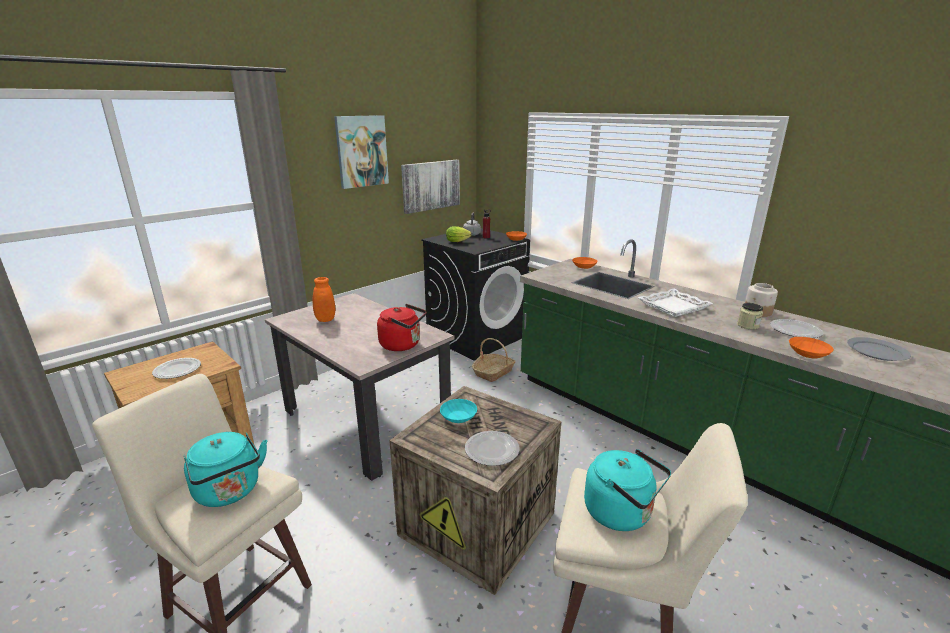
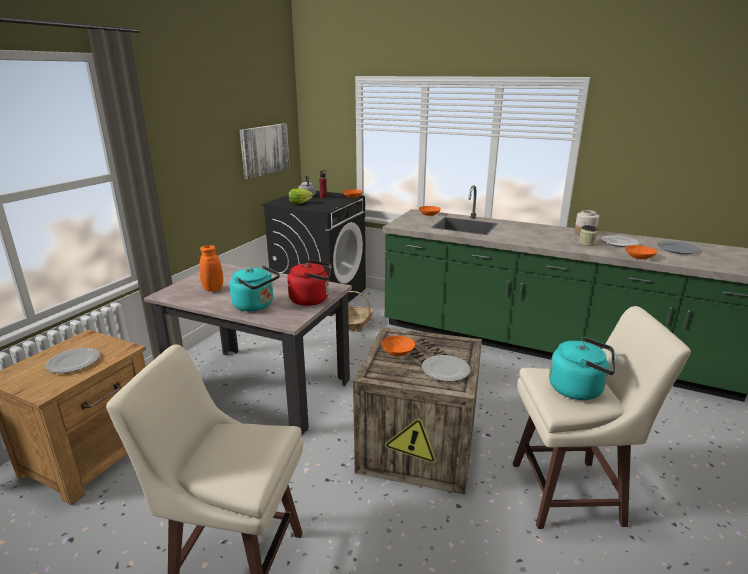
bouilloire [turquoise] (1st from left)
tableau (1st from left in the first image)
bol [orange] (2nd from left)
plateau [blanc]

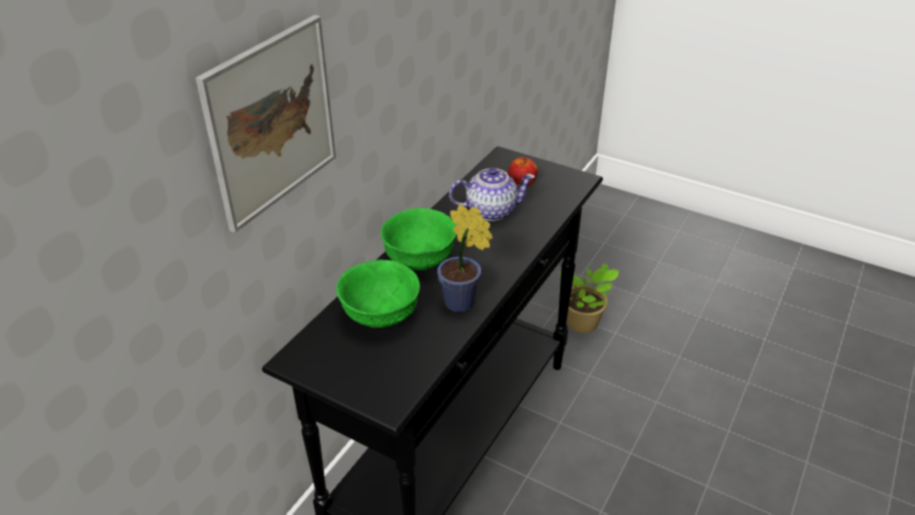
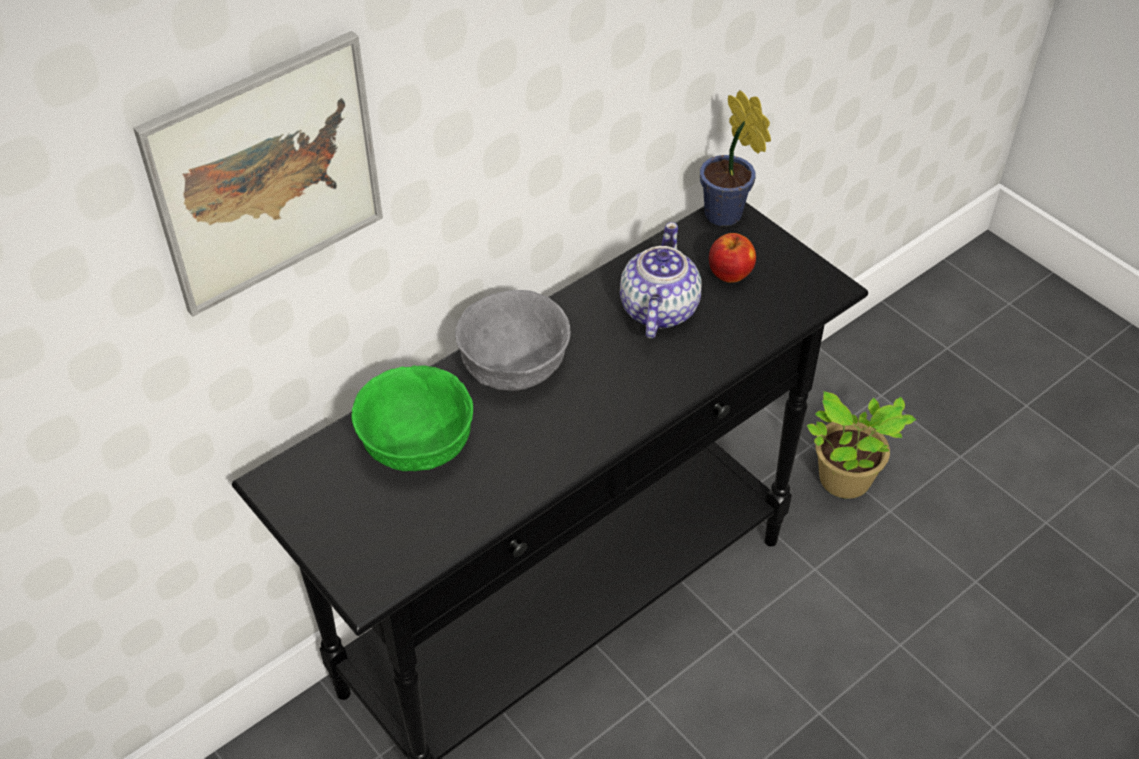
bol [gris]
plante en pot (1st from left)
théière

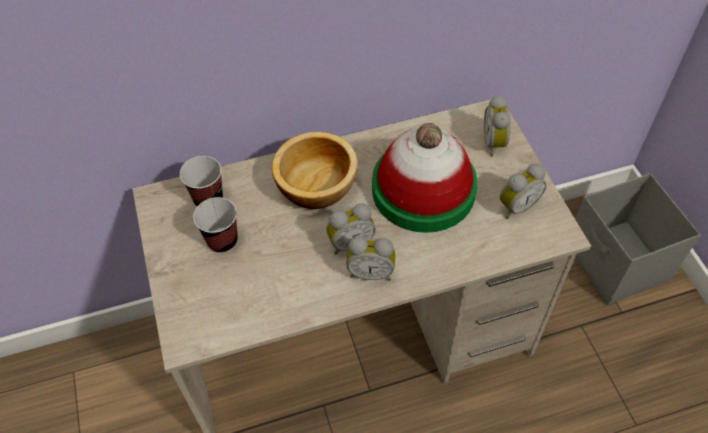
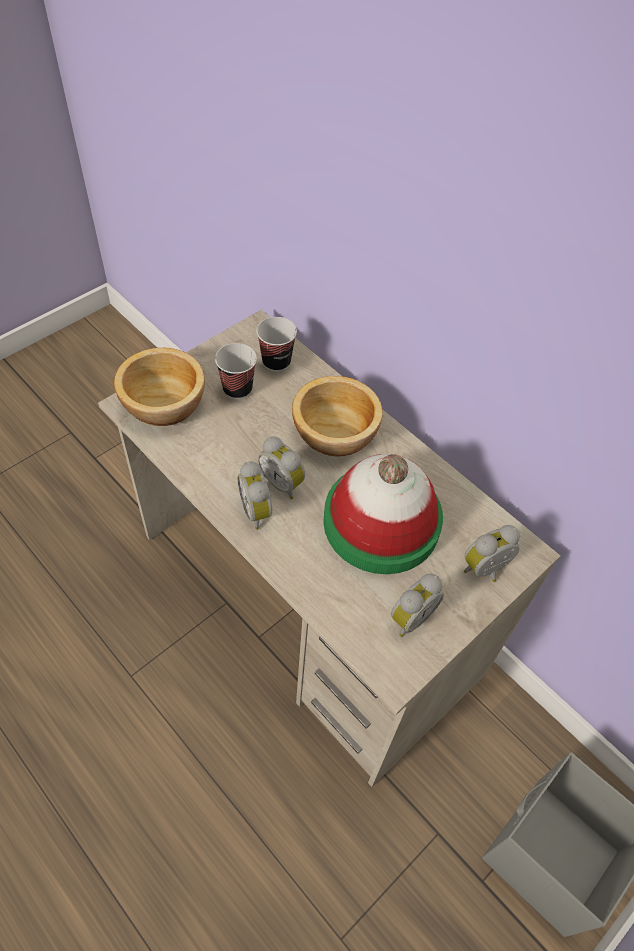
réveil (3rd from left)
bol (1st from left)

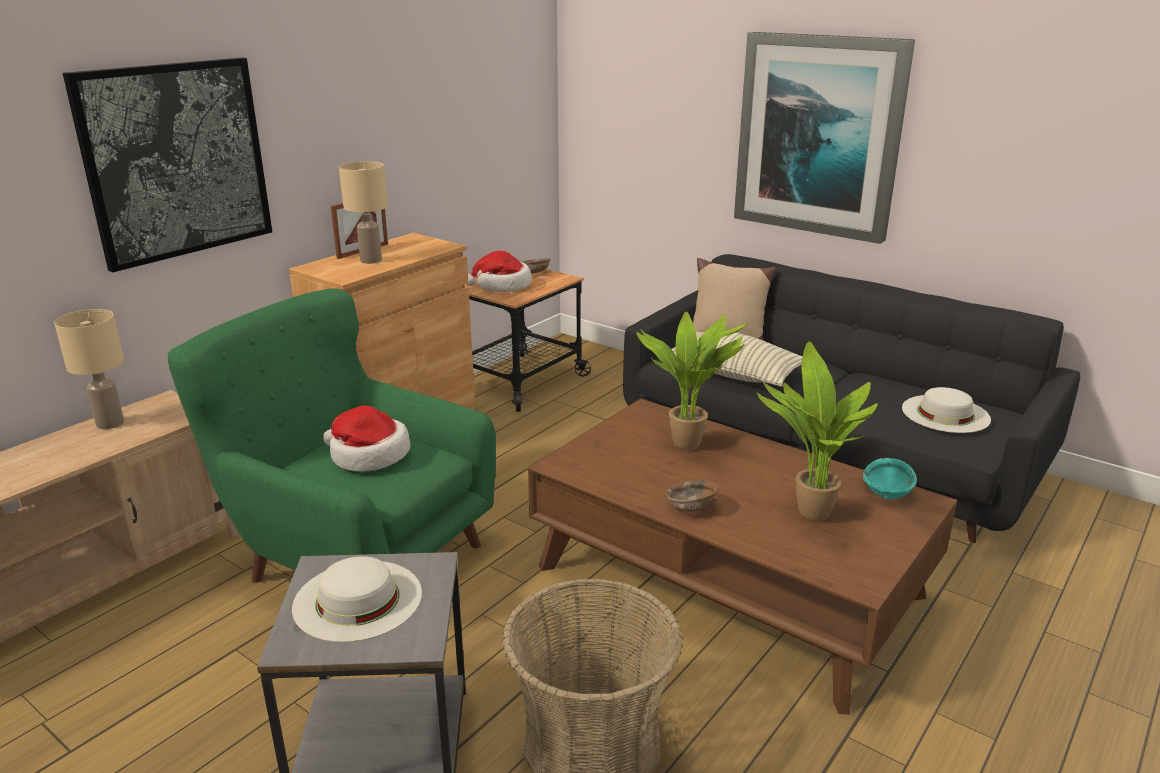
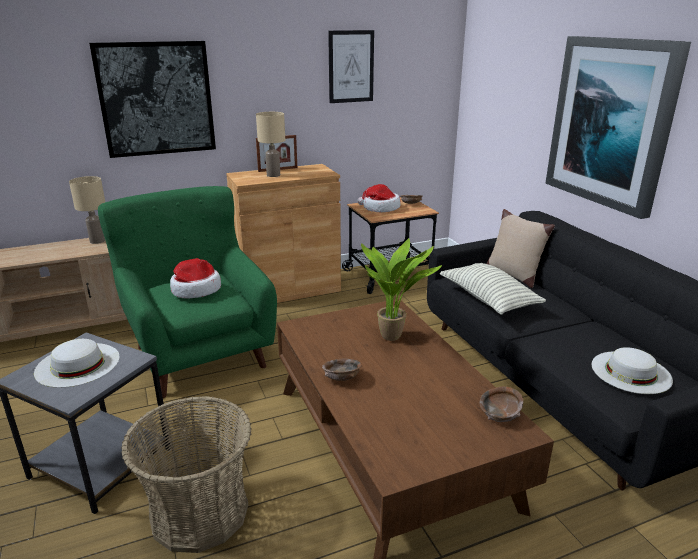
plante en pot (2nd from left in the first image)
bol [marron] (3rd from left)
tableau (2nd from left)

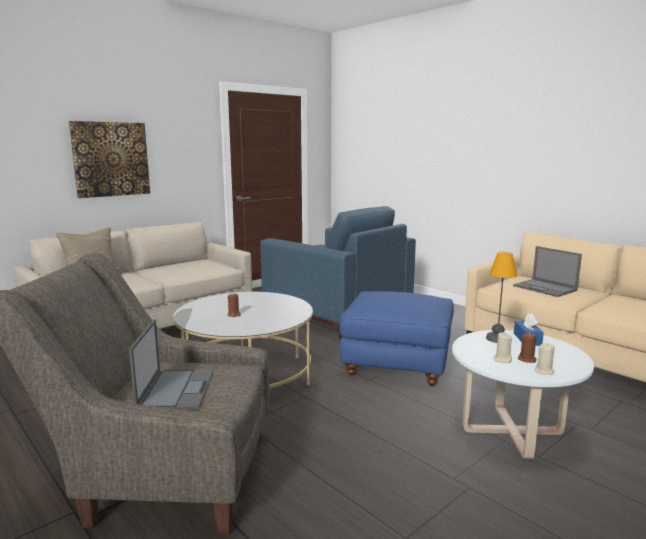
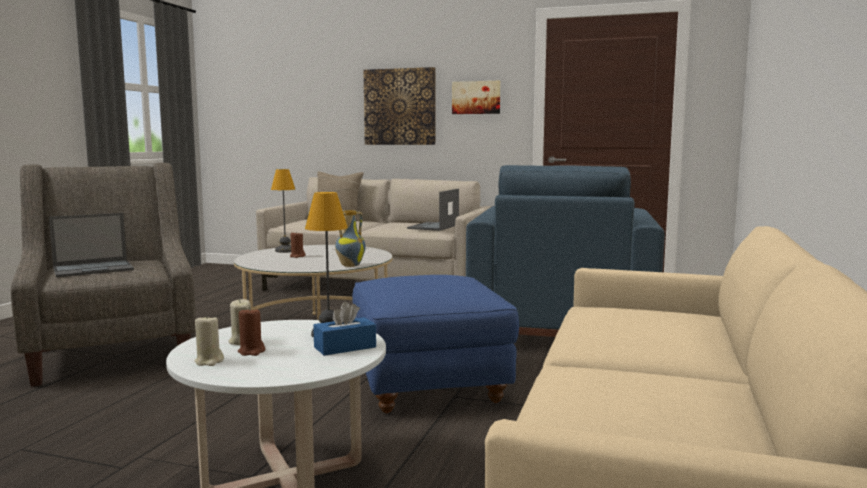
ordinateur portable (2nd from left)
lampe de table (1st from left)
vase
tableau (2nd from left)

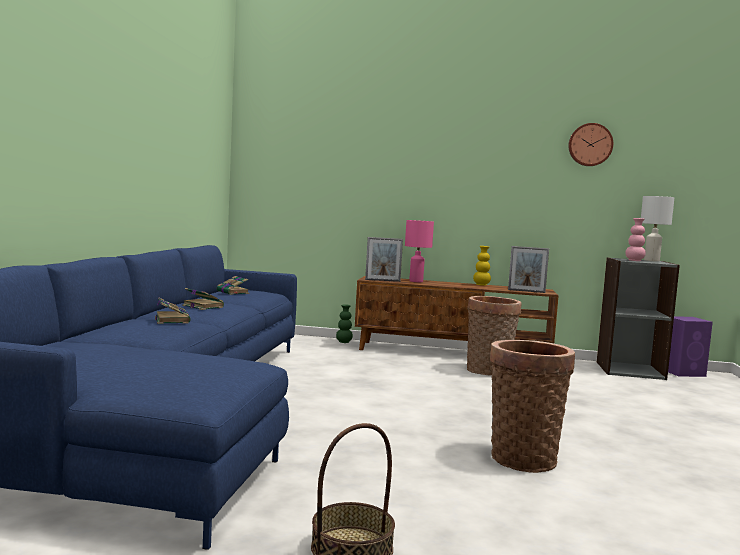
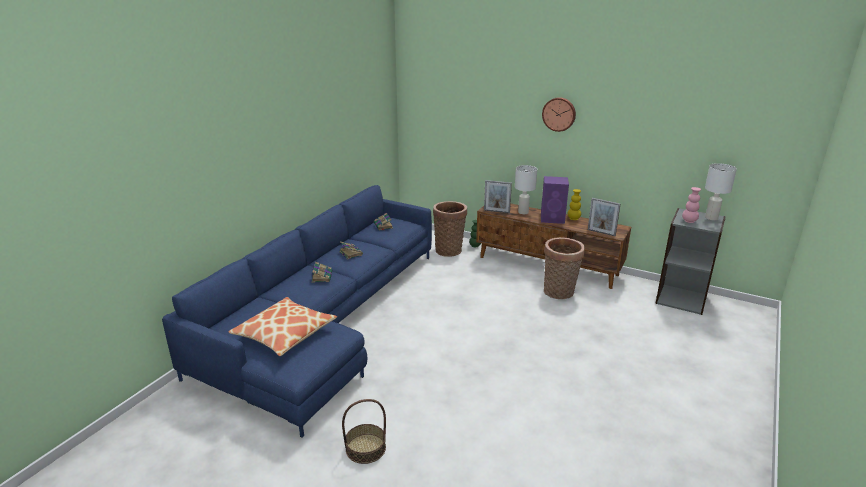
lampe de table [blanc] (1st from left)
panier (2nd from left)
horloge murale
enceinte [violet]
coussin

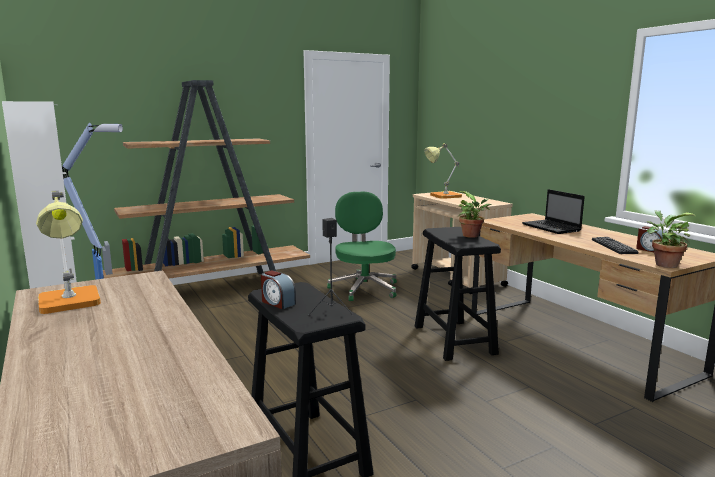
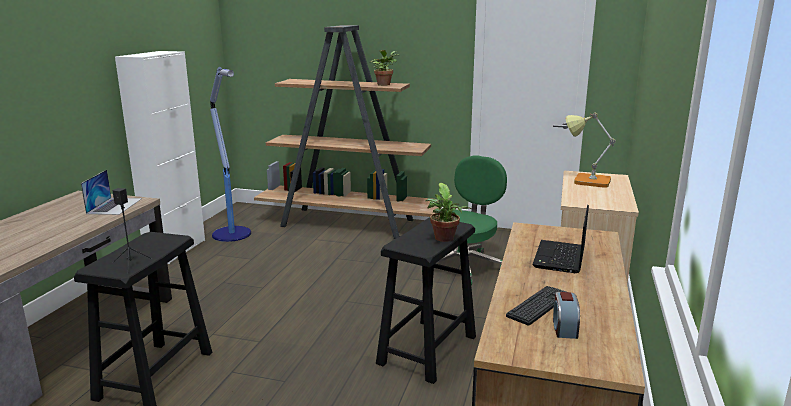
lampe de table (1st from left in the first image)
réveil (1st from left in the first image)
plante en pot (1st from left)
ordinateur portable (1st from left)

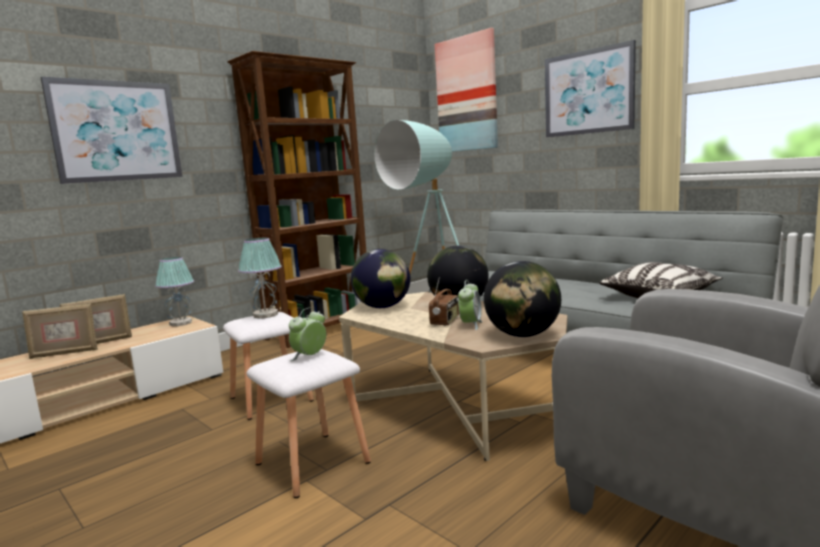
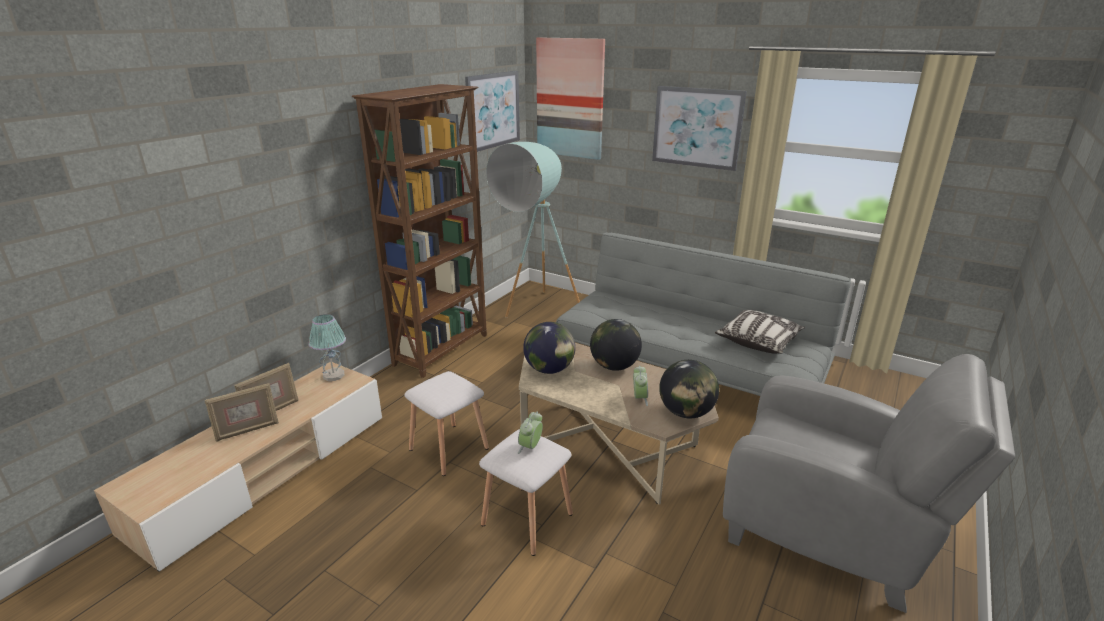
tableau (1st from left)
lampe de table (2nd from left in the first image)
radio

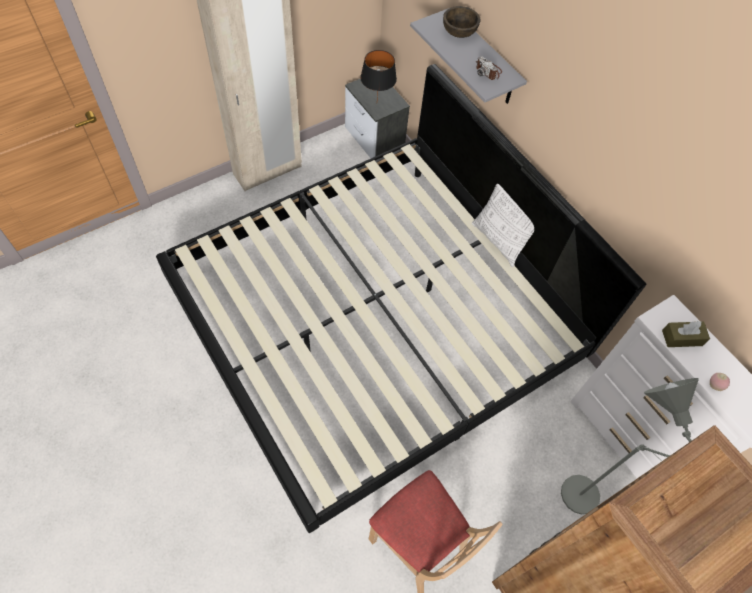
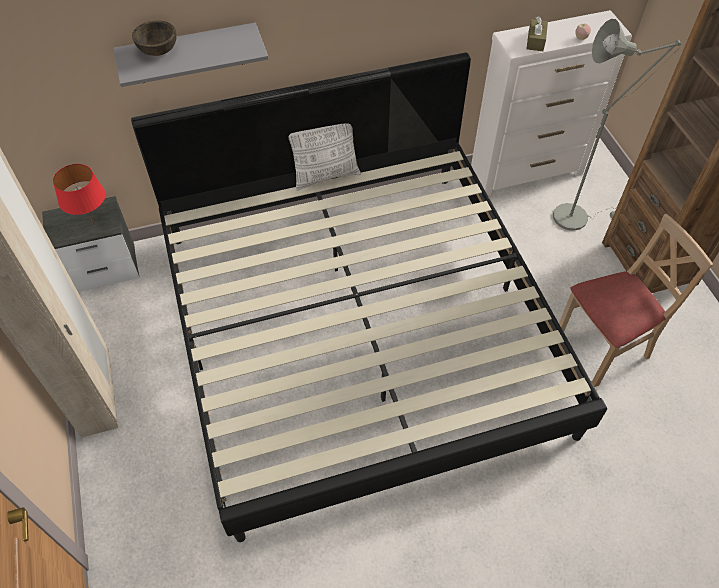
lampe de table [rouge]
appareil photo

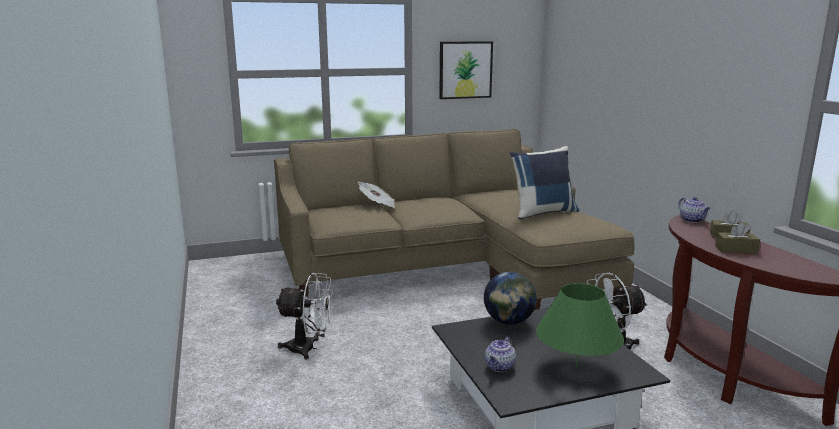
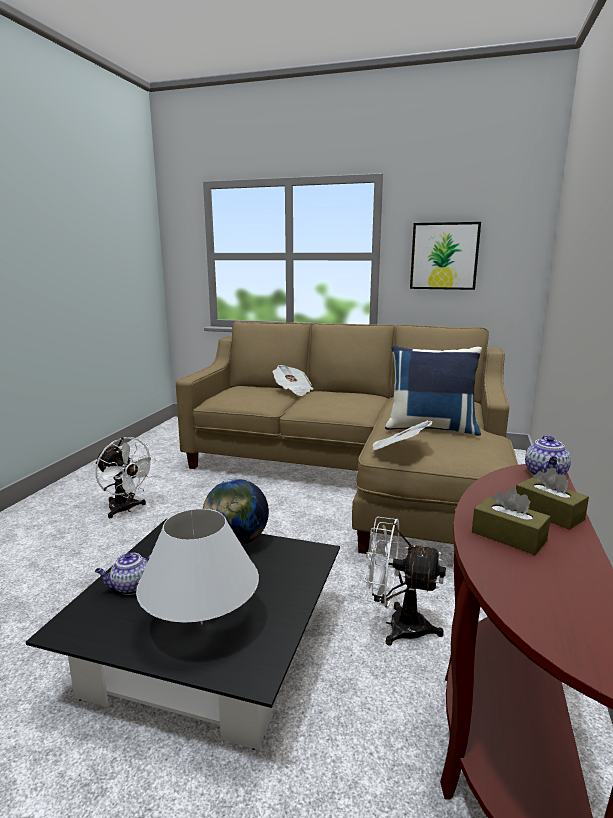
lampe de table [blanc]
journal (2nd from left)

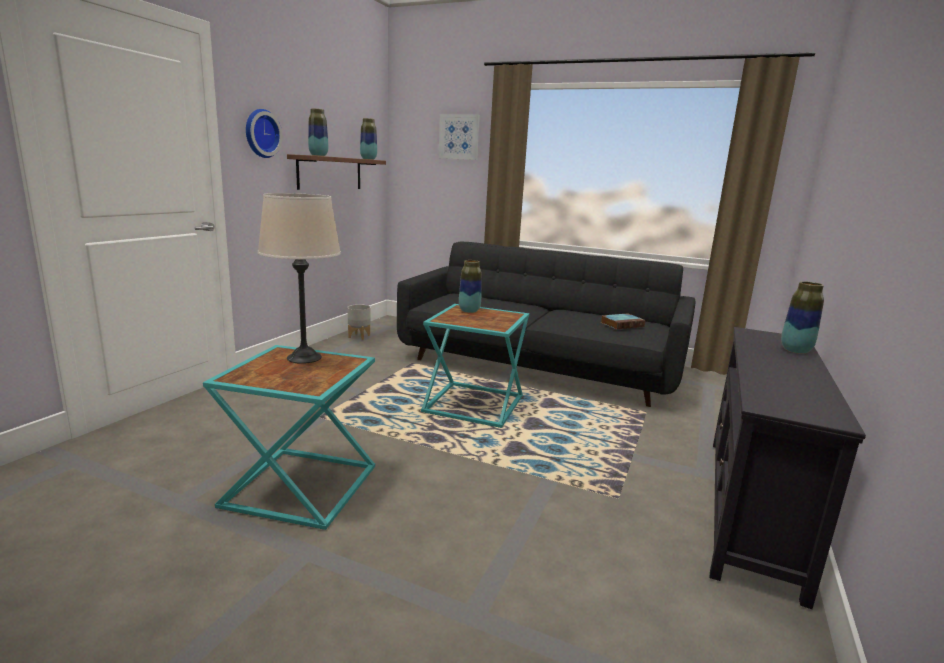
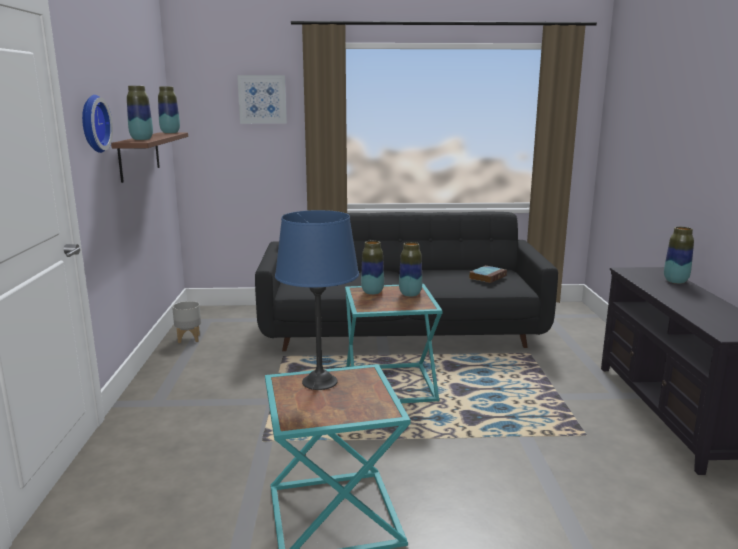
lampe de table [bleu]
vase (4th from left)

